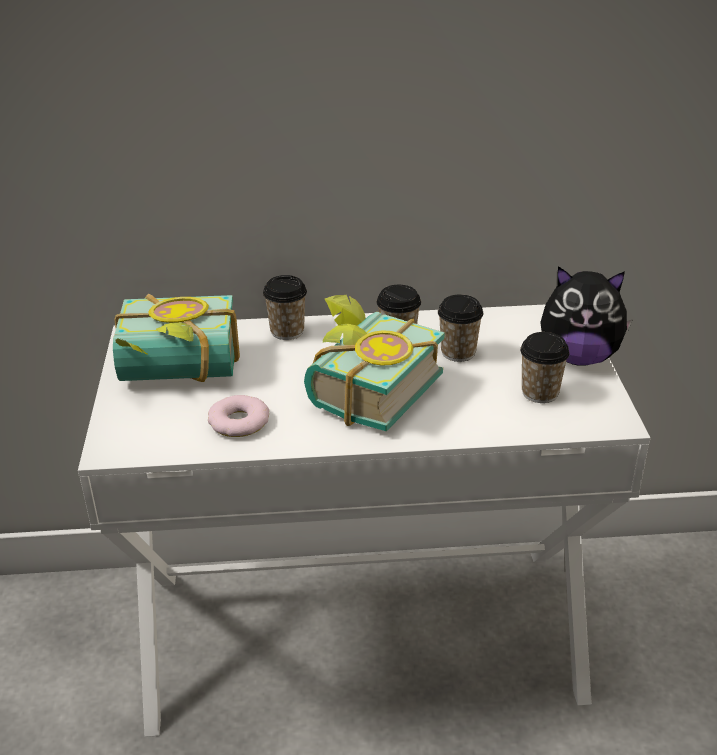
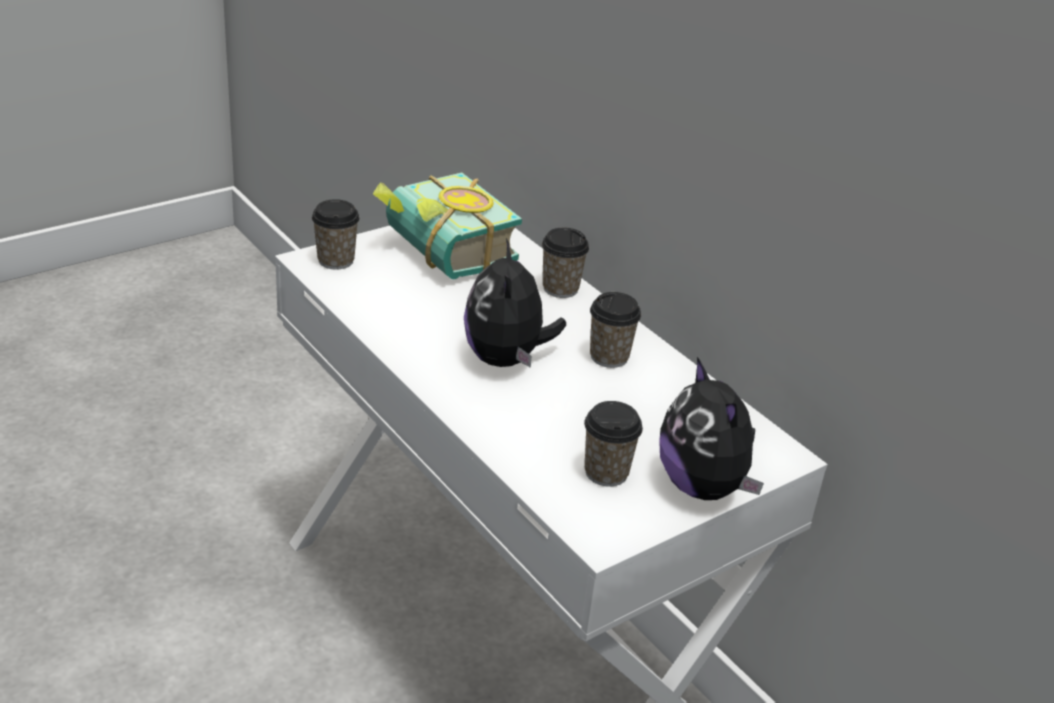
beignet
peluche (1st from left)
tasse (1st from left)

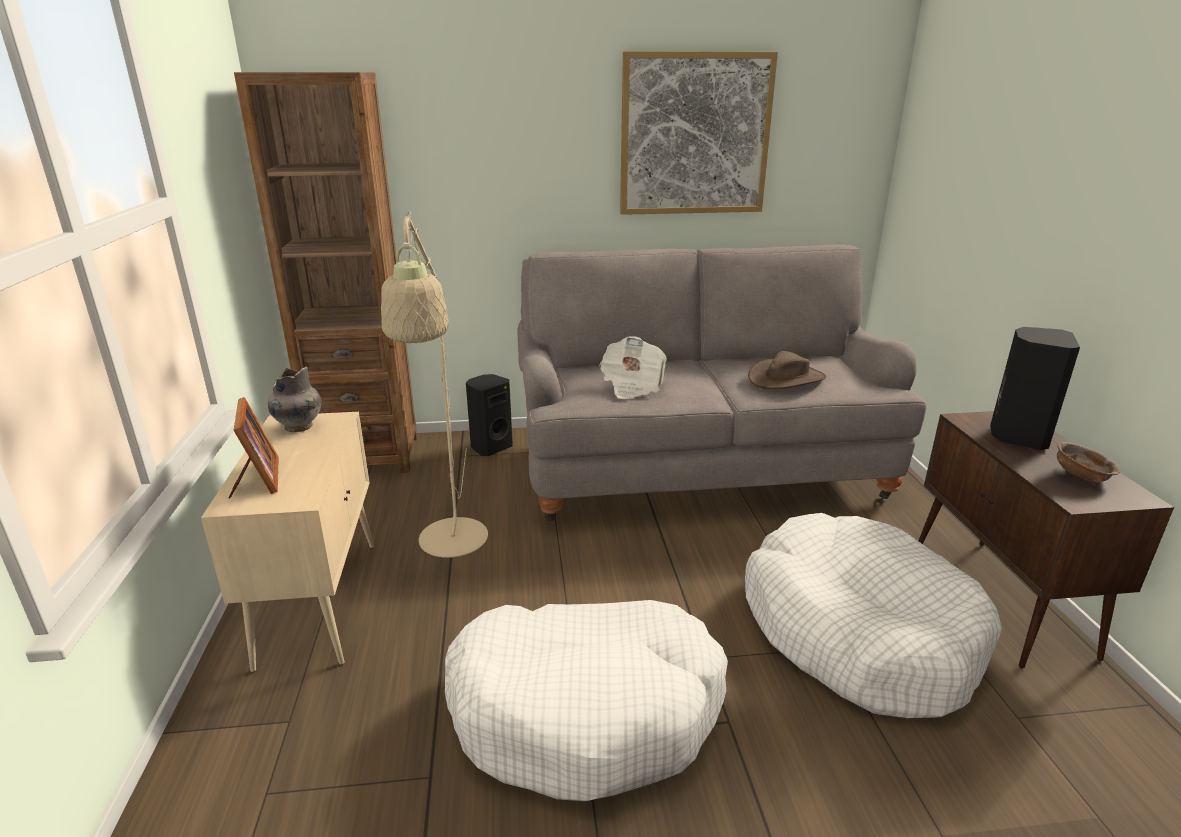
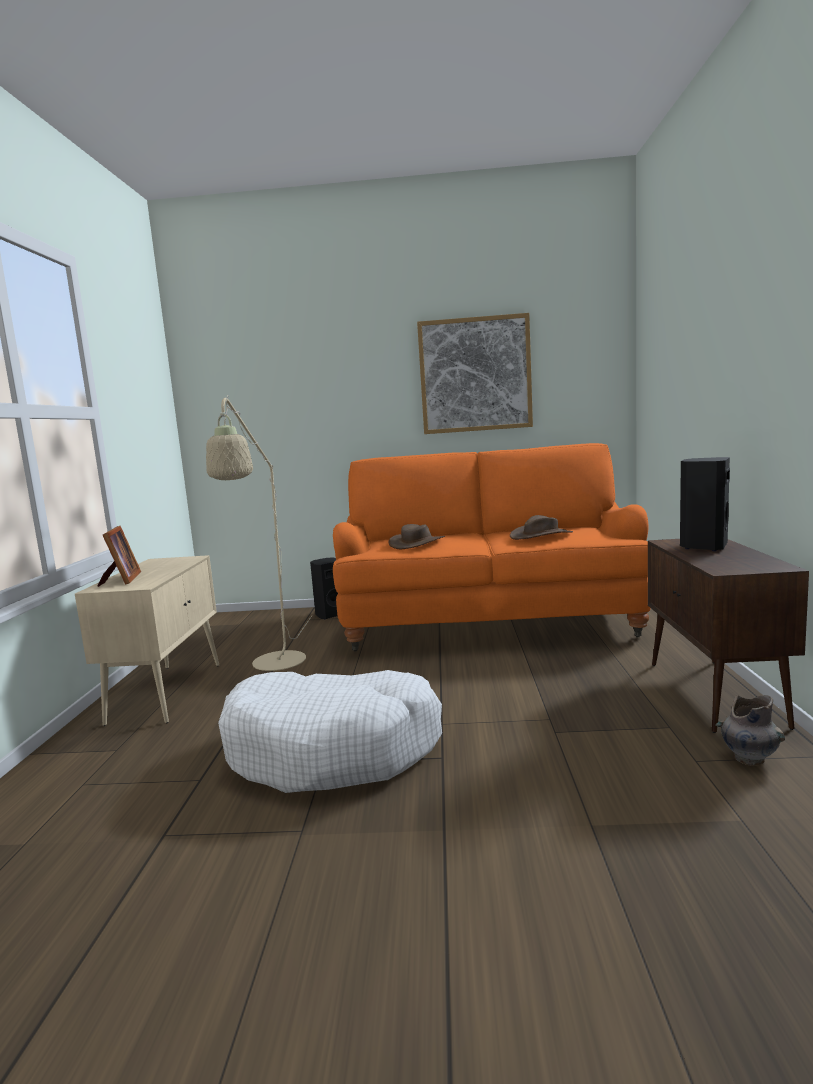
bibliothèque [marron]
vase [gris]
canapé [orange]
chapeau [marron] (1st from left)
panier pour chien [blanc] (2nd from left in the first image)
bol [marron]

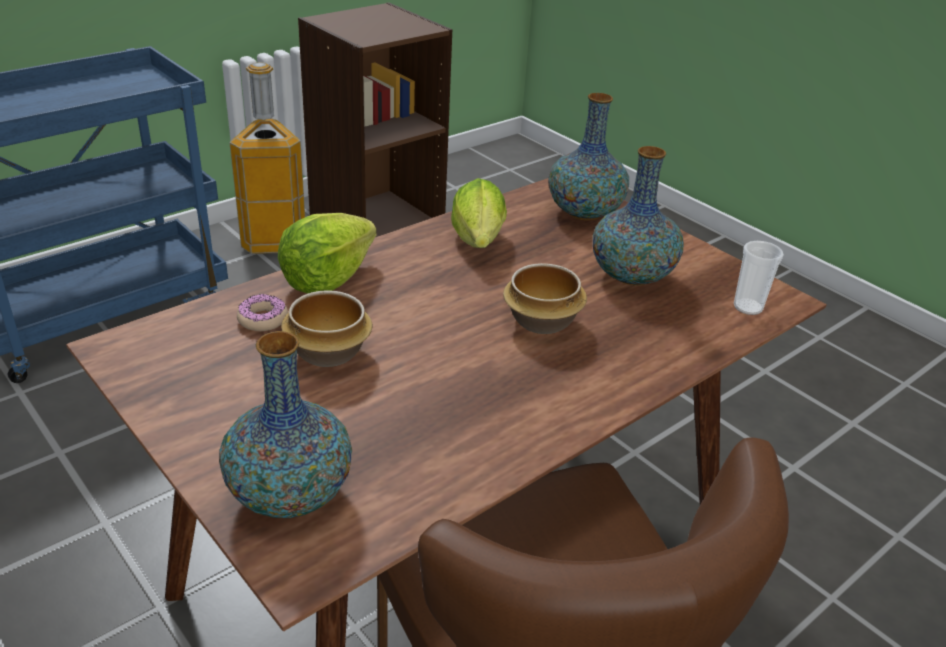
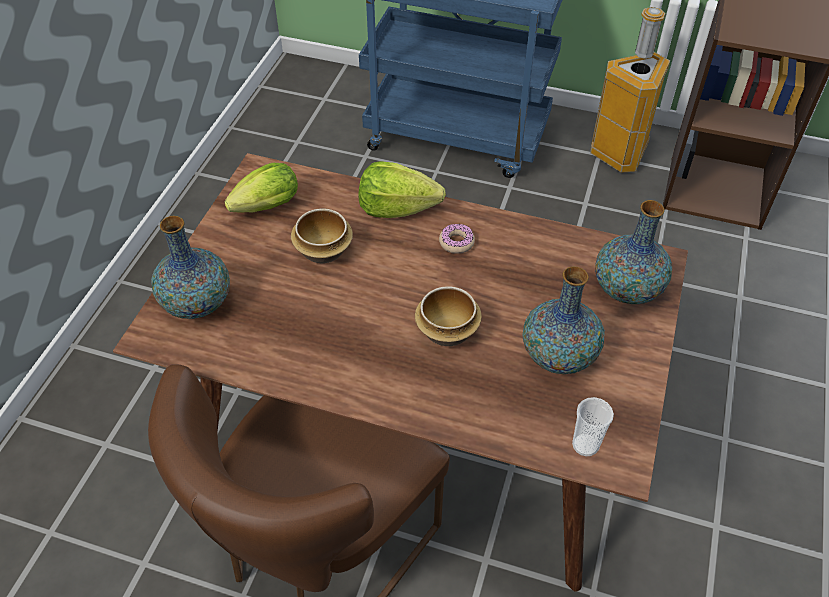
beignet
laitue (1st from left)

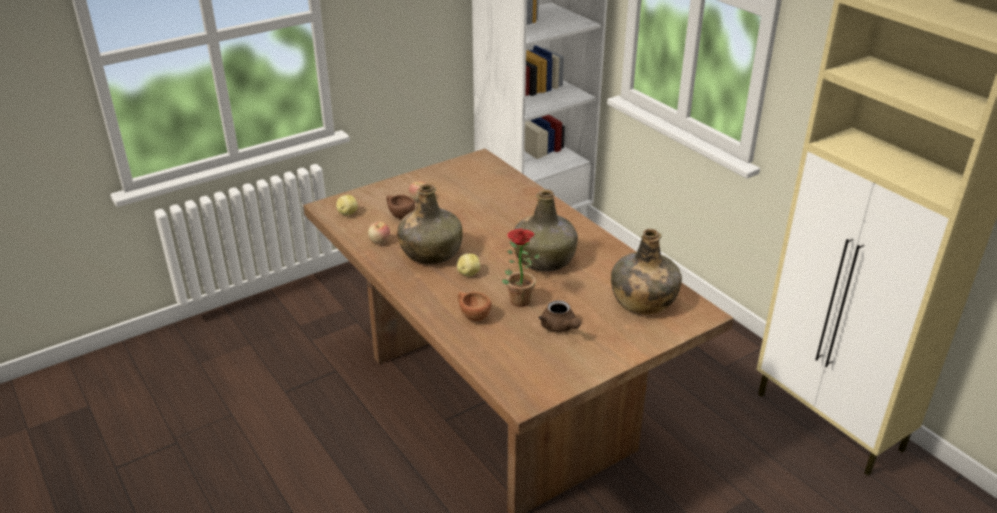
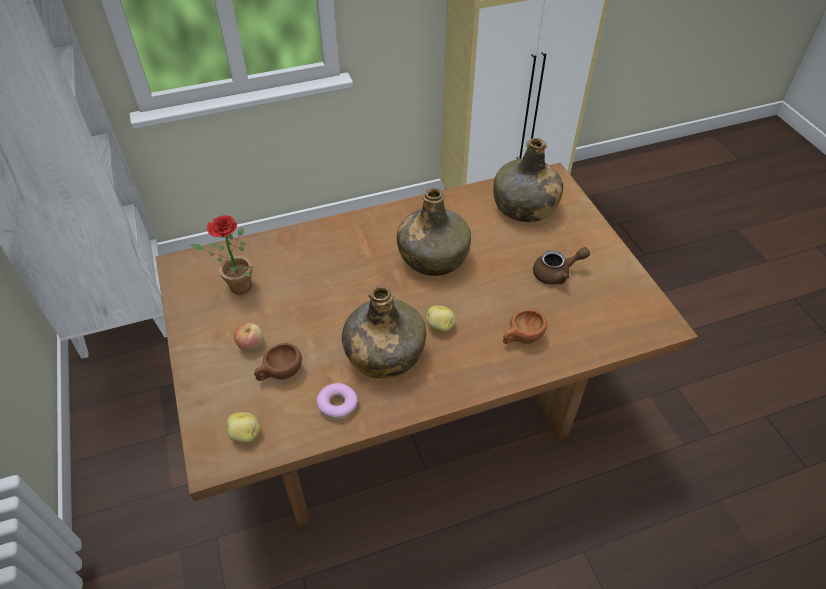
beignet
plante en pot

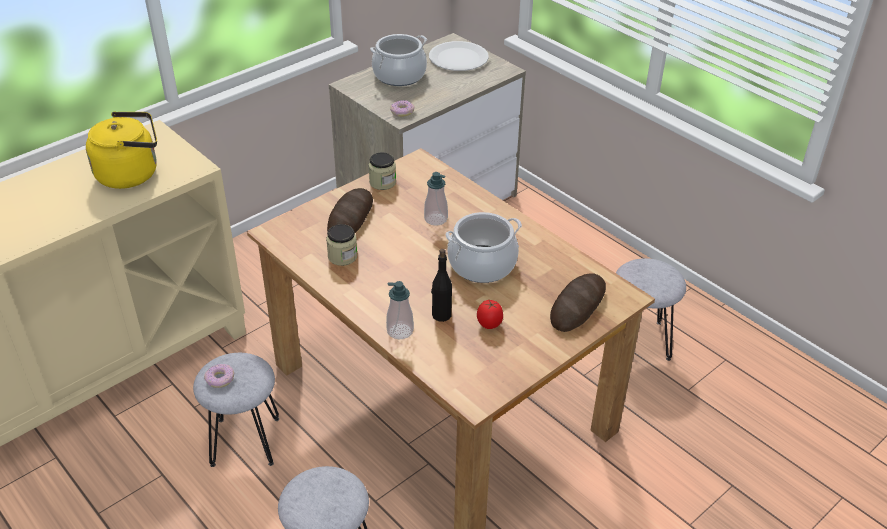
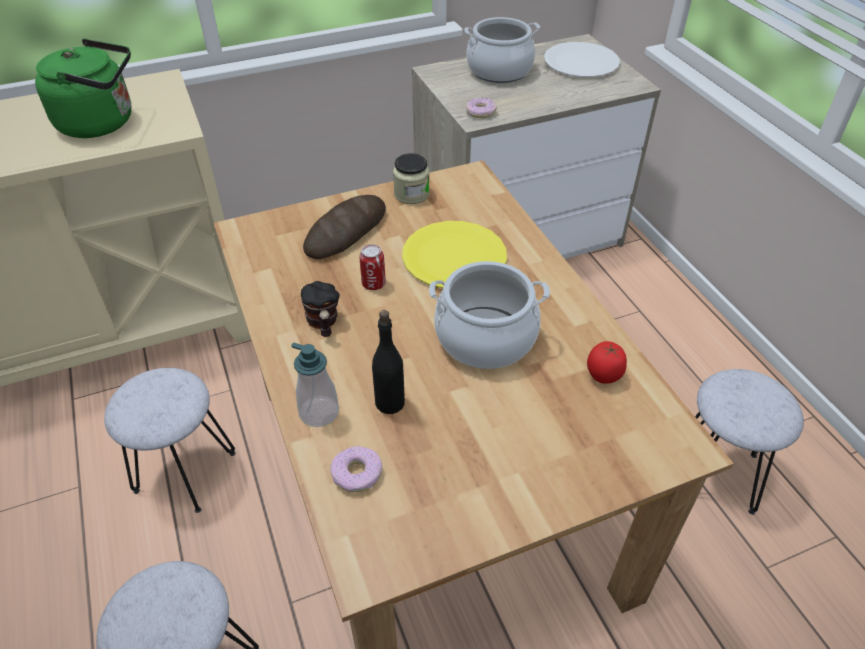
bouilloire [vert]
beignet (1st from left)
bocal (1st from left in the first image)
assiette [jaune]
tomate
pain (2nd from left in the first image)
mug
boîte métallique

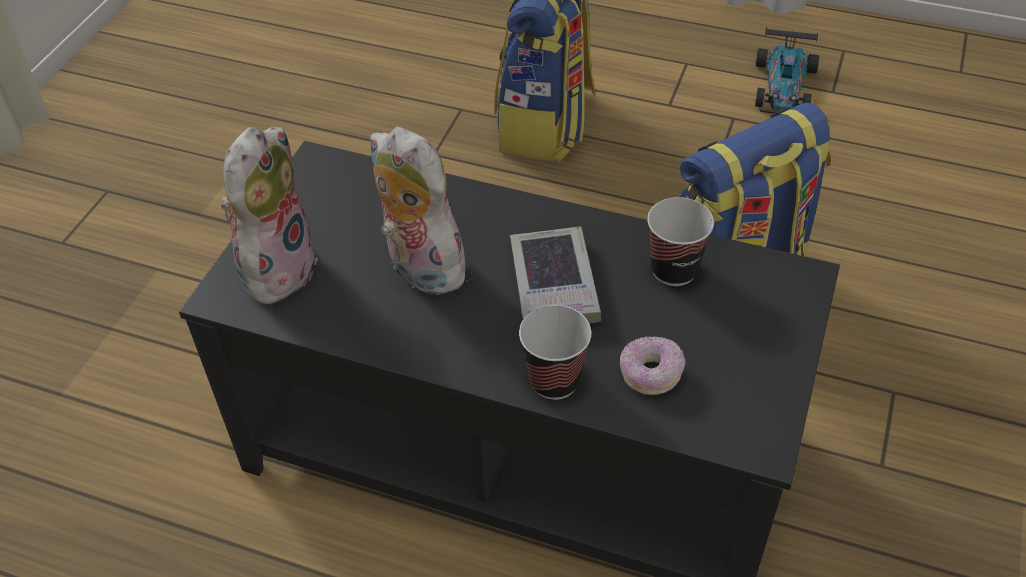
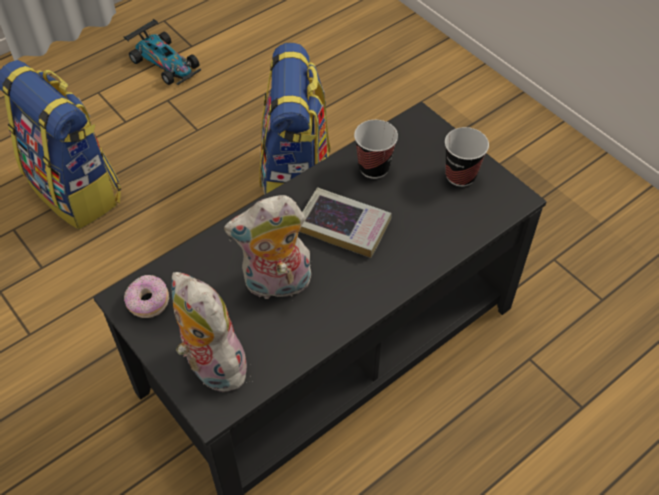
tasse (2nd from left)
beignet

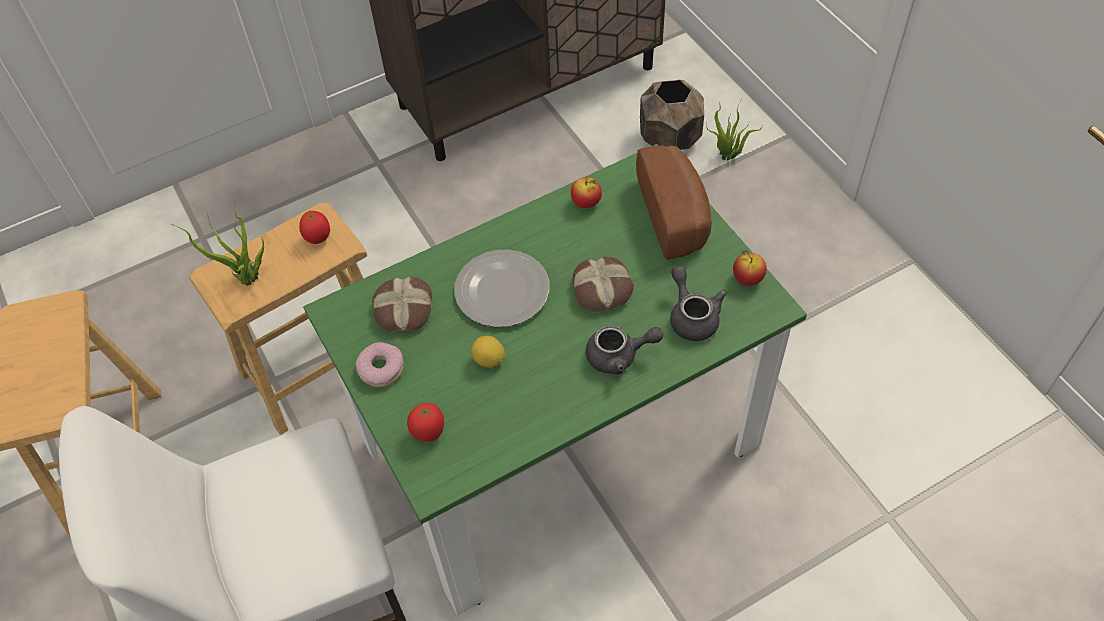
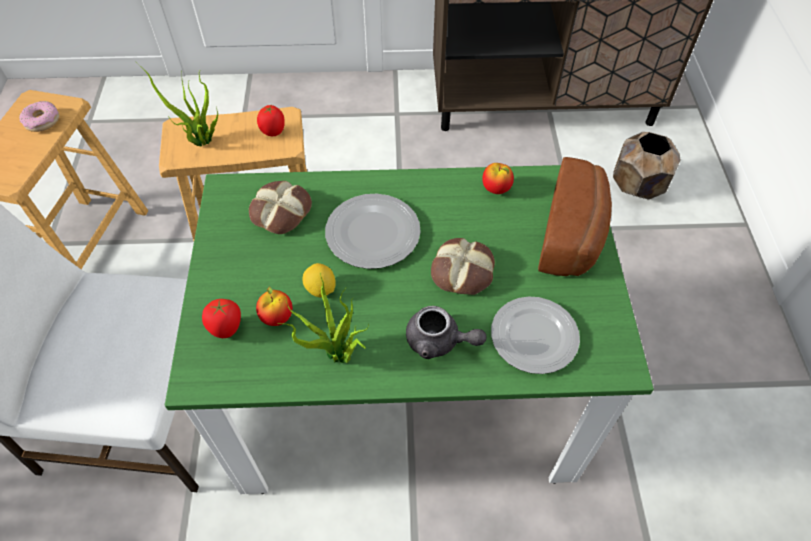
beignet
assiette (2nd from left)
plante en pot (2nd from left)
pomme (1st from left)

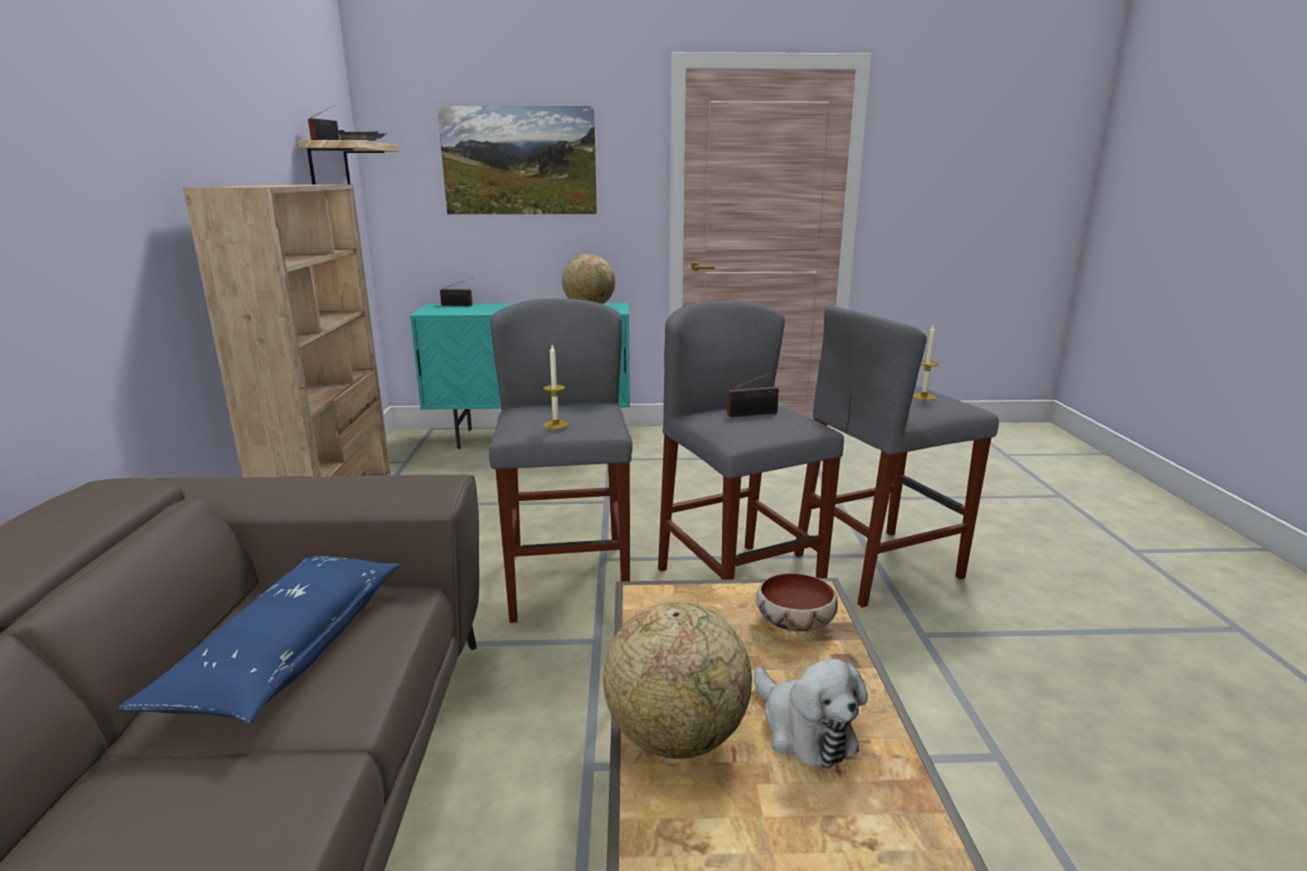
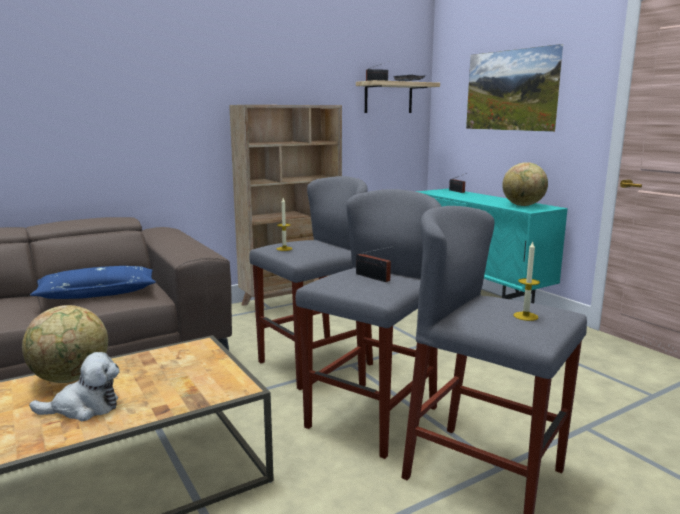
peluche
bol

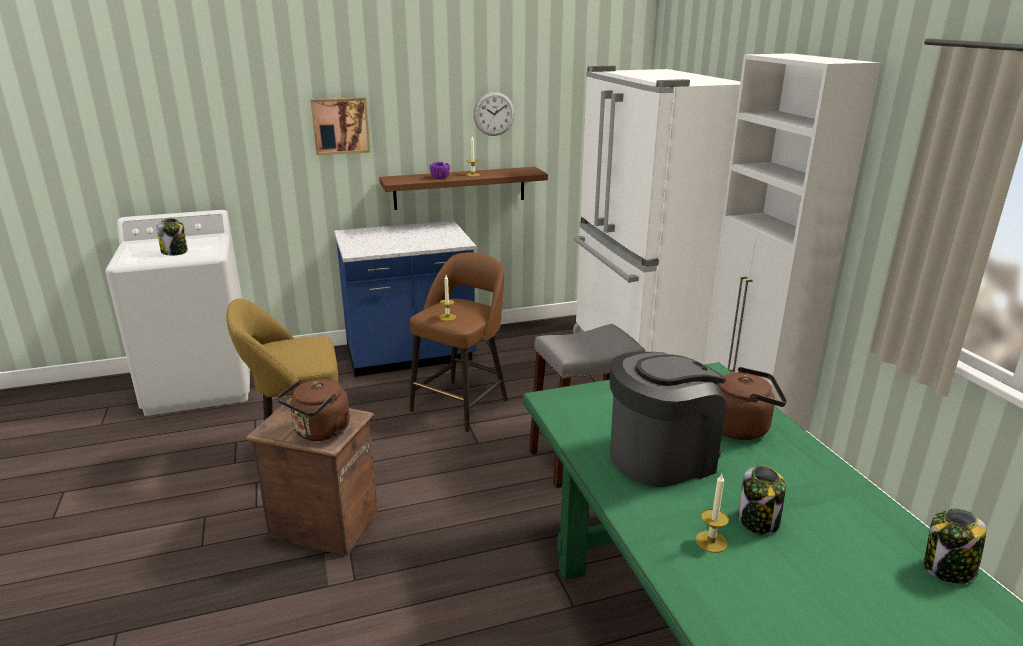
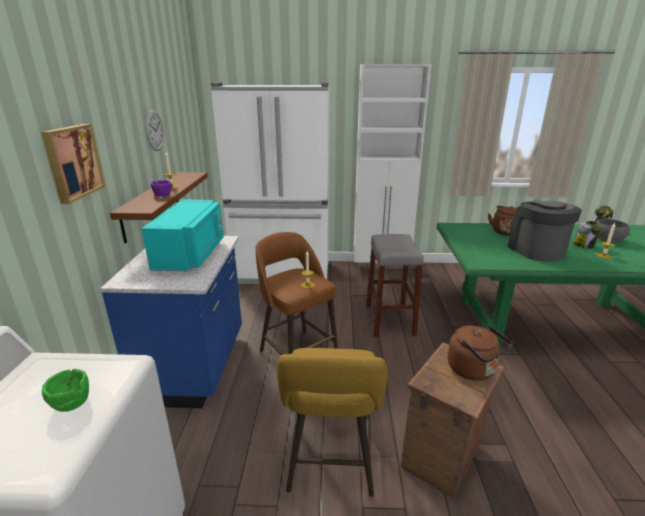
bol [vert]
micro-ondes [turquoise]
bol [gris]

